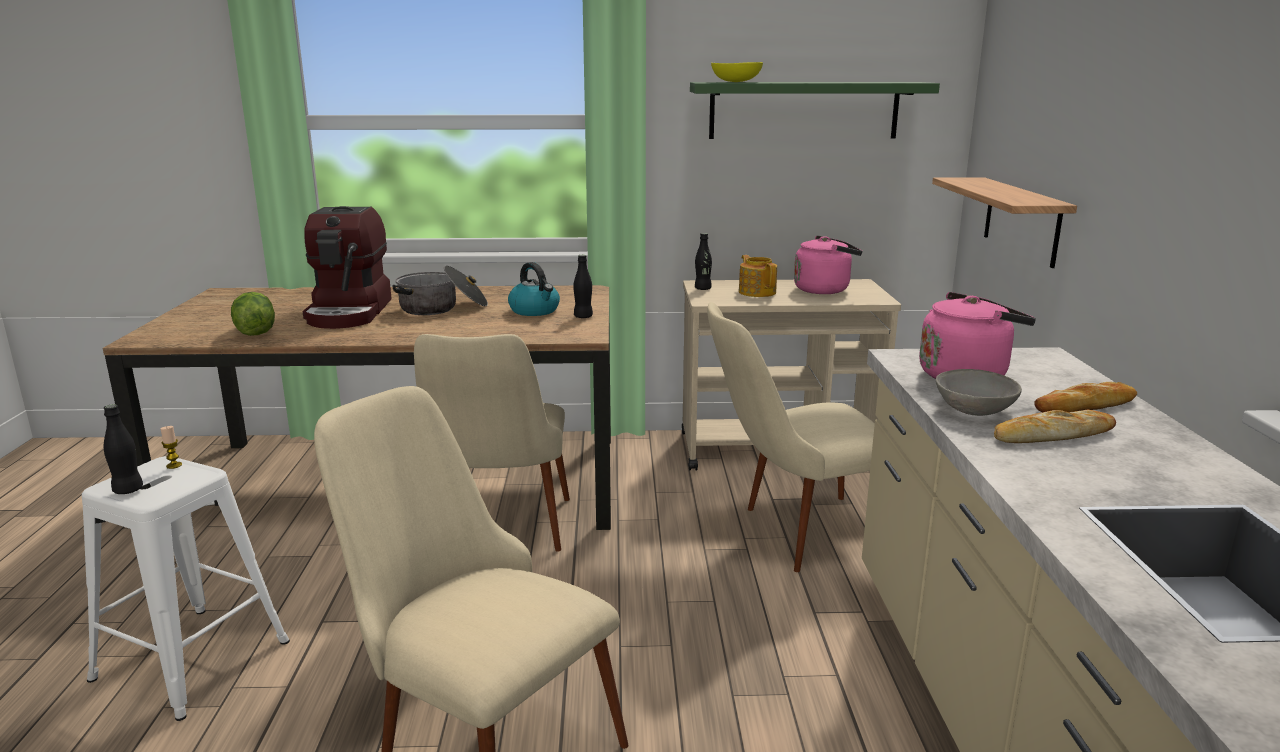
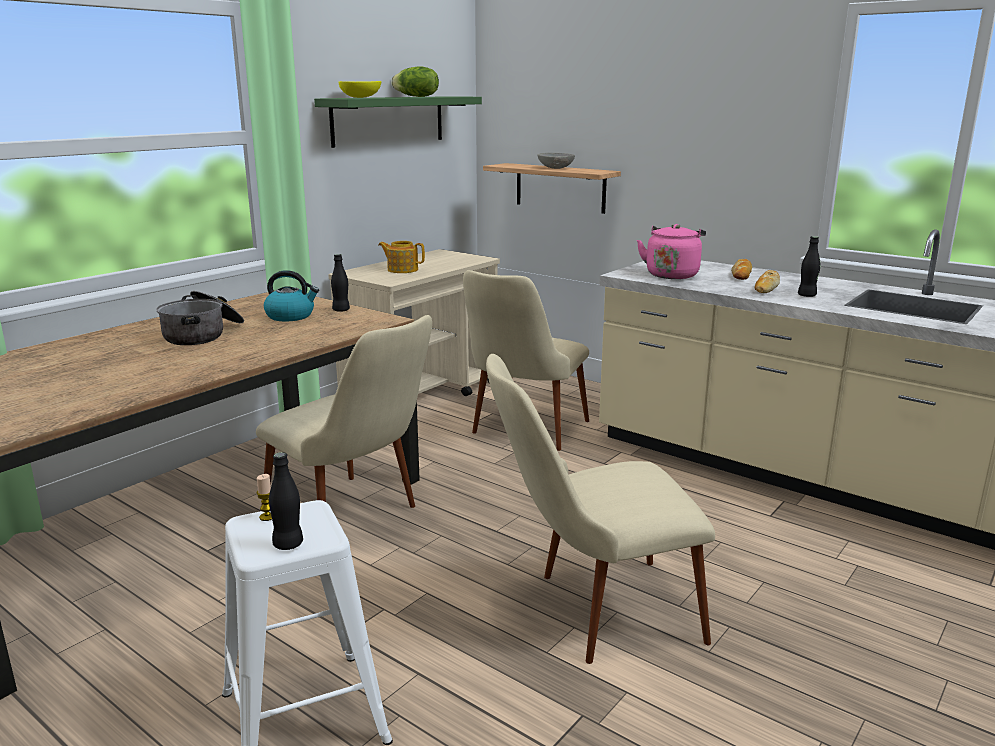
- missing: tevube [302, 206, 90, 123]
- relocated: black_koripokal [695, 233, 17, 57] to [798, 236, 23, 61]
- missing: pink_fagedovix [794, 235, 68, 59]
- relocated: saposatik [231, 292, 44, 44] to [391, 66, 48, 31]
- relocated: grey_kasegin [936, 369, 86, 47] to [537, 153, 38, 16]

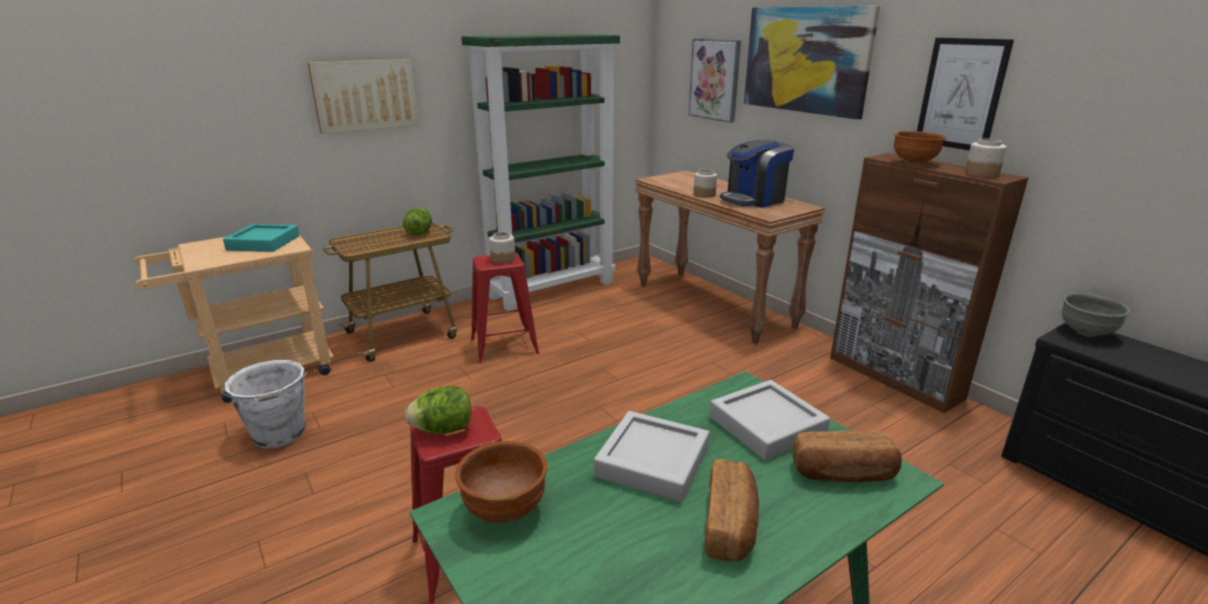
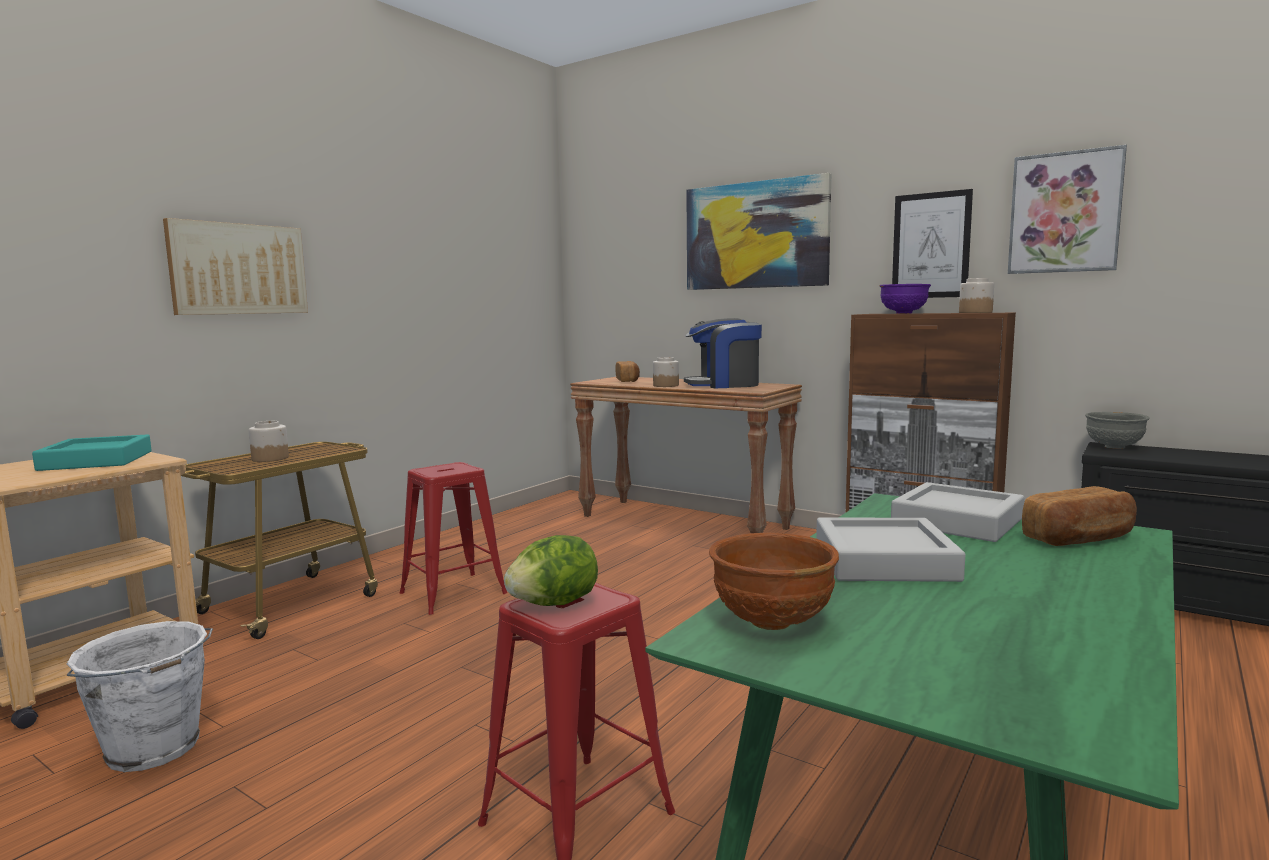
- missing: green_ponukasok [461, 34, 159, 277]
- relocated: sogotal [688, 39, 53, 84] to [1008, 145, 119, 129]
- colour: brown_kasegin [894, 131, 52, 34] to purple_kasegin [880, 284, 51, 30]
- spun: tevube [720, 139, 74, 69] = [684, 318, 78, 70] 45 degrees clockwise
- missing: saposatik [403, 207, 29, 28]
- relocated: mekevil [489, 232, 26, 32] to [249, 421, 40, 41]
- relocated: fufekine [705, 459, 54, 102] to [615, 361, 25, 21]

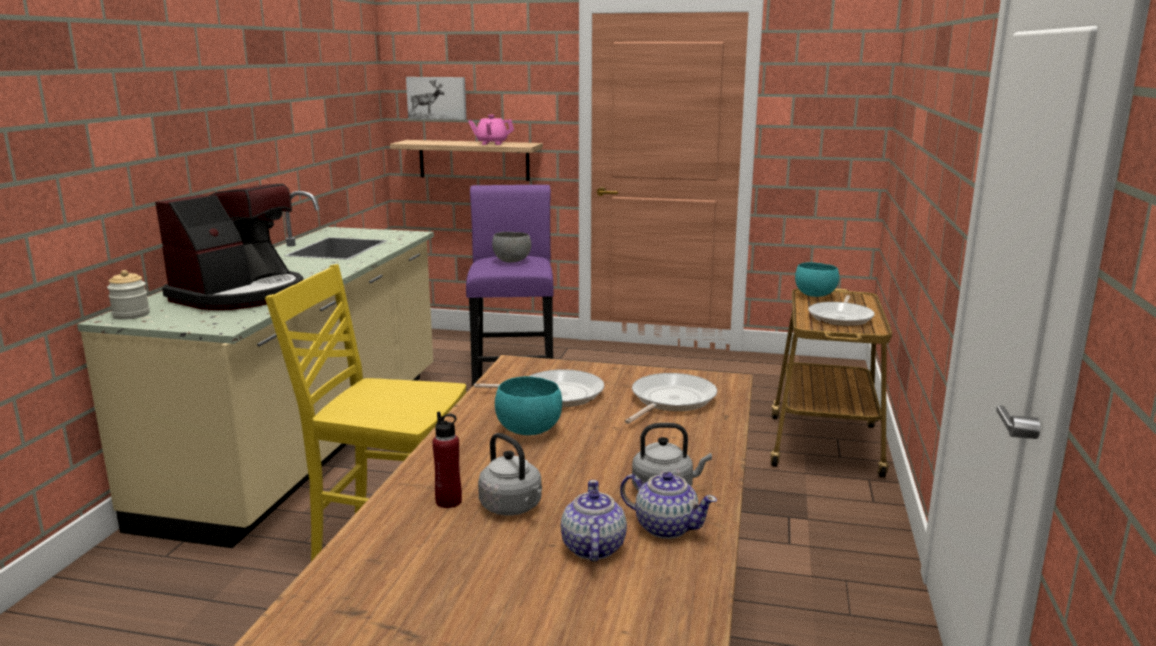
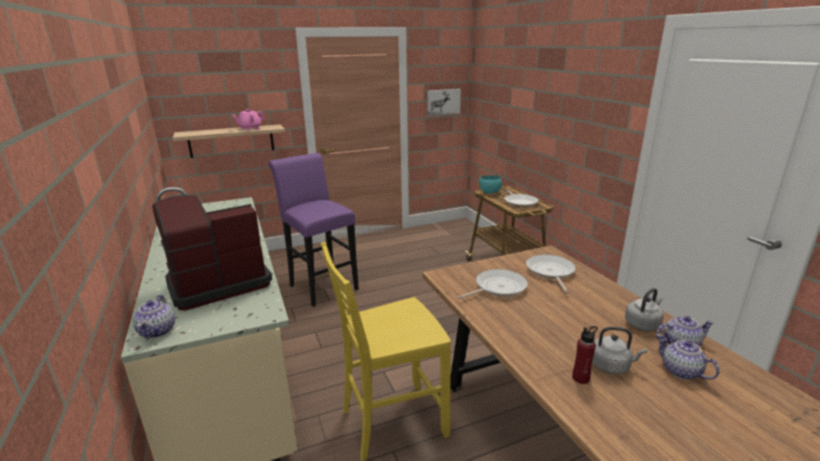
- relocated: sogotal [406, 77, 61, 43] to [427, 89, 34, 27]
- spun: tevube [155, 184, 149, 126] = [152, 195, 120, 116] 120 degrees counterclockwise
- missing: grey_kasegin [492, 232, 39, 31]
- exchanged: mekevil [107, 270, 43, 50] to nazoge [133, 295, 42, 44]
- missing: turquoise_kasegin [495, 376, 67, 59]

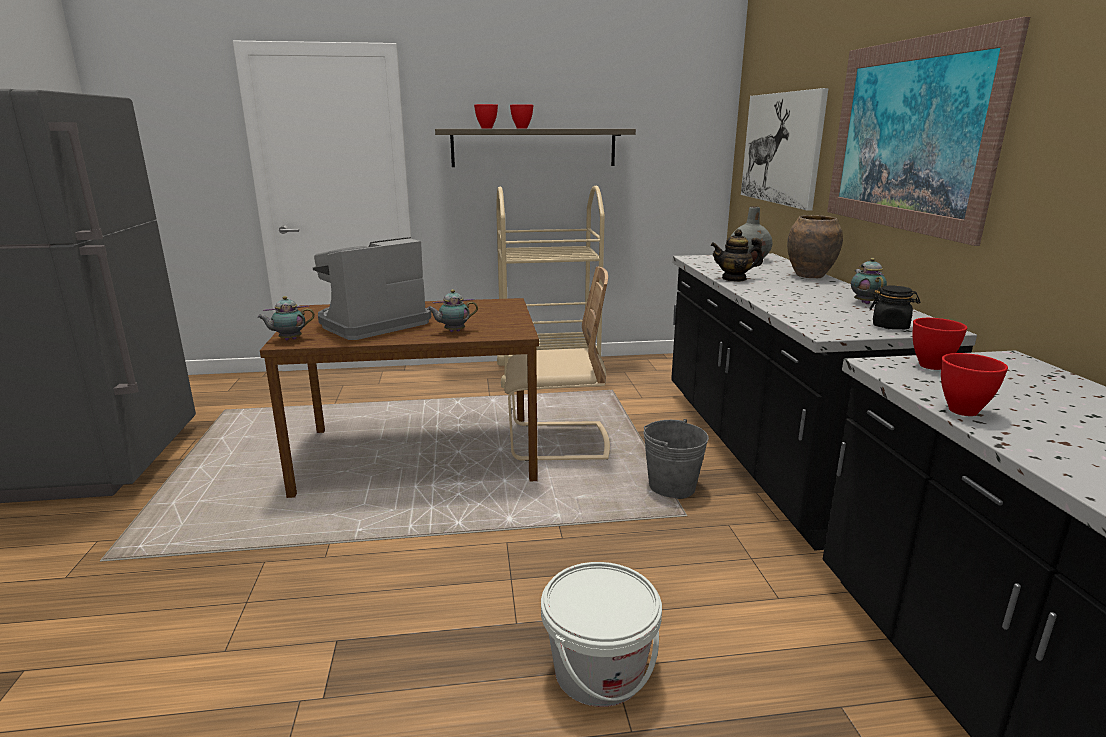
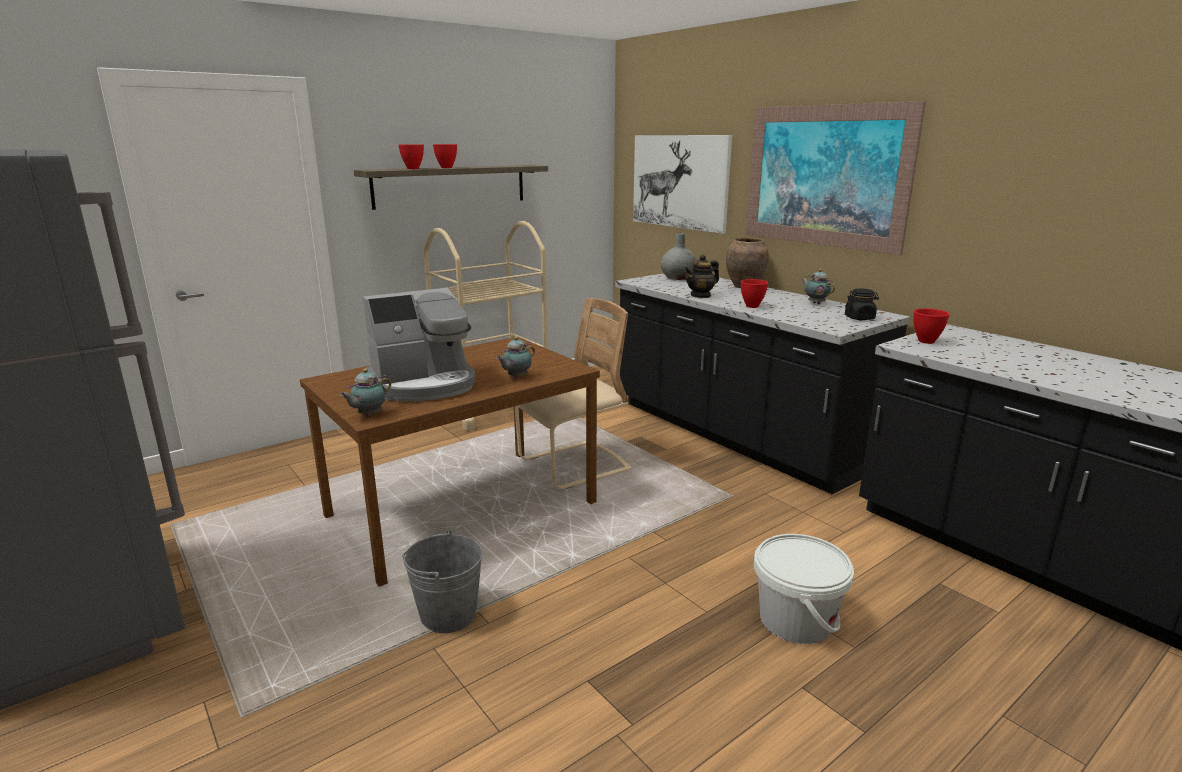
- spun: tevube [313, 237, 118, 103] = [363, 288, 113, 113] 135 degrees counterclockwise
- relocated: red_kasegin [941, 353, 67, 63] to [741, 279, 27, 29]
- relocated: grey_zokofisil [643, 419, 66, 80] to [402, 531, 81, 102]

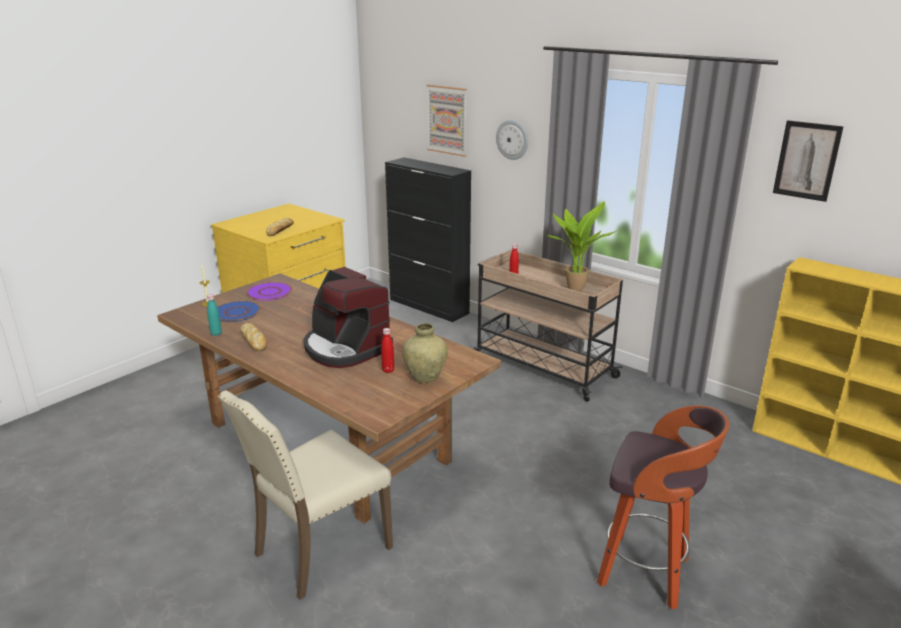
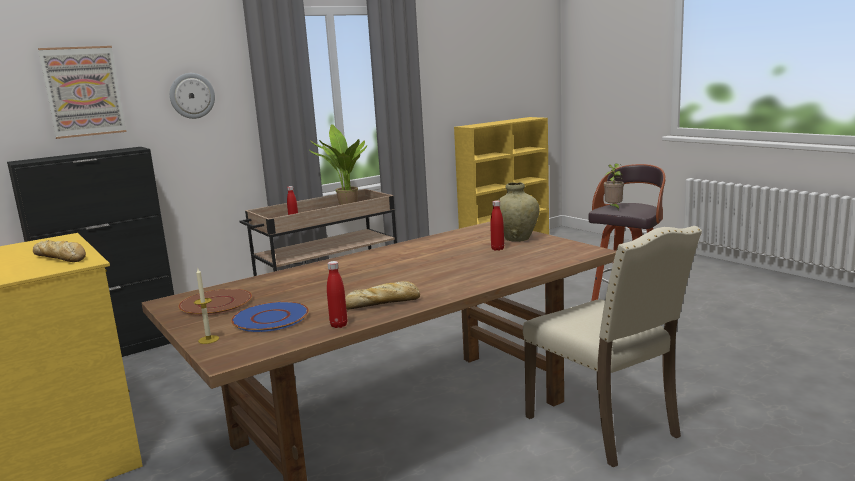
- missing: sogotal [773, 120, 71, 82]
- missing: tevube [303, 267, 90, 101]
- colour: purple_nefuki [247, 282, 45, 19] to brown_nefuki [179, 289, 73, 27]
- colour: turquoise_koripokal [207, 295, 15, 41] to red_koripokal [327, 261, 20, 67]
- appeared: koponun [604, 163, 20, 47]

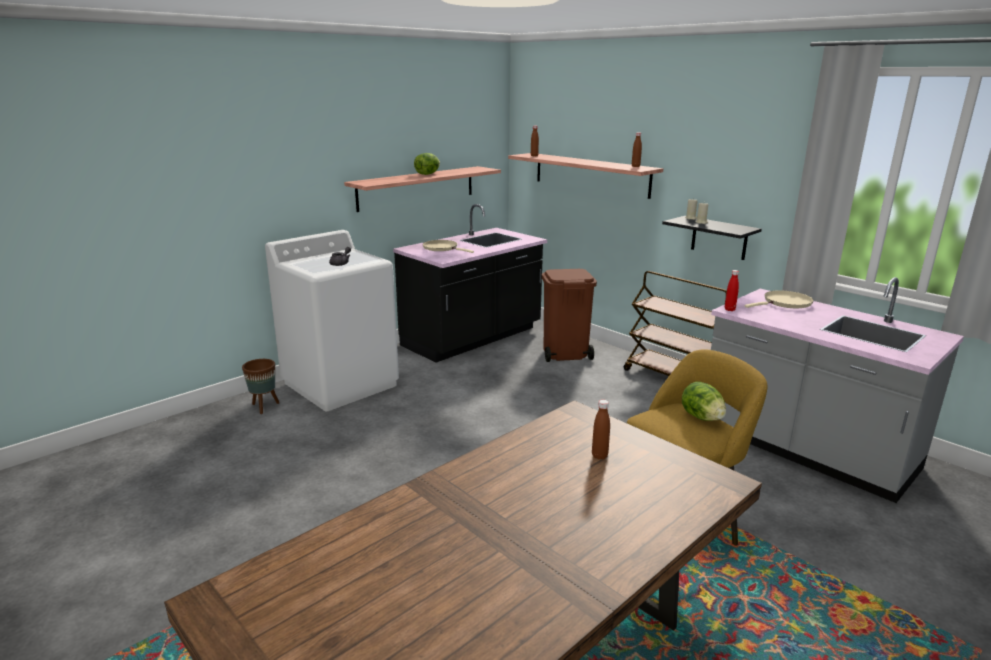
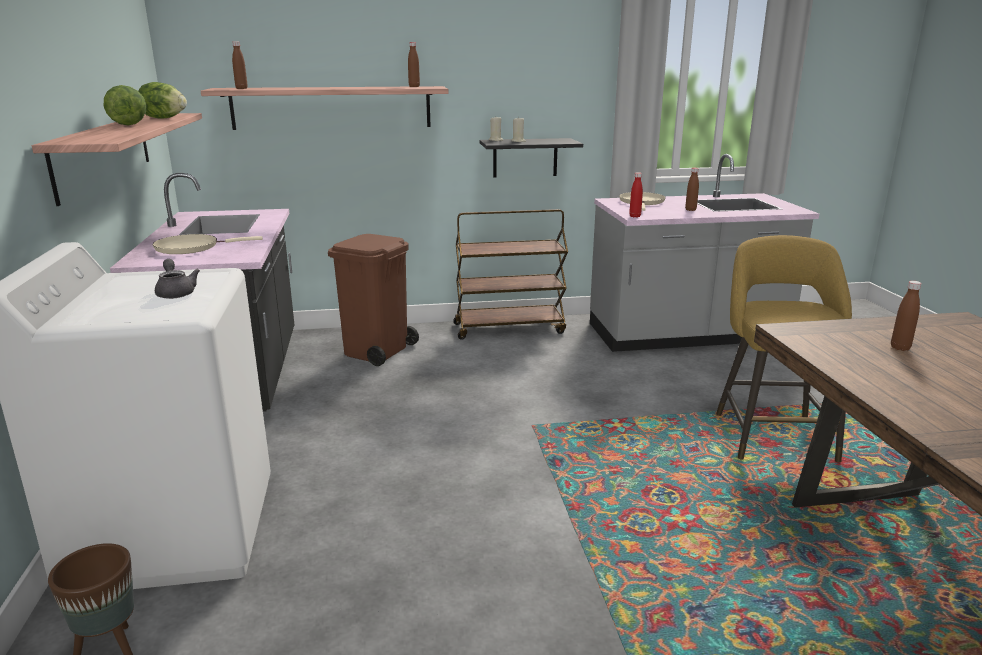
- relocated: saposatik [682, 382, 44, 39] to [138, 82, 49, 37]
- appeared: brown_koripokal [685, 168, 14, 43]

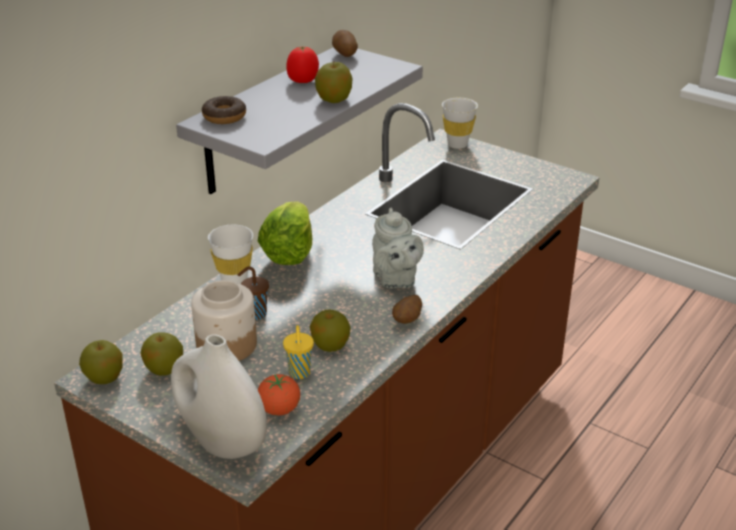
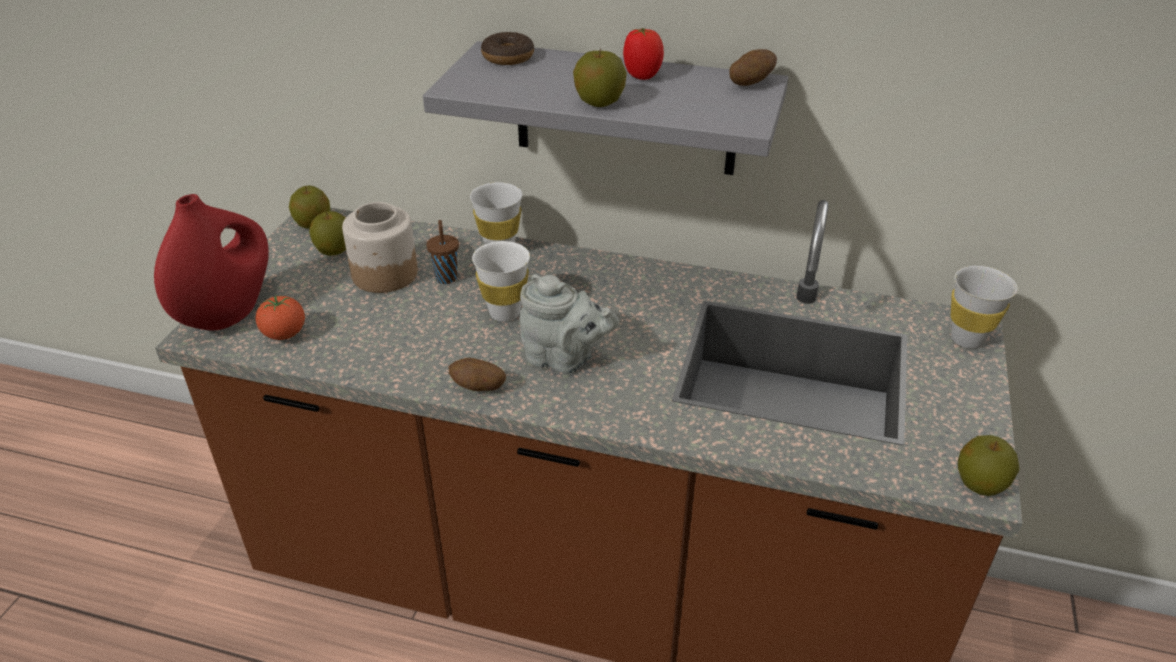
- missing: saposatik [258, 201, 54, 64]
- spun: grey_nazoge [372, 208, 52, 80] = [520, 274, 99, 99] 120 degrees counterclockwise
- relocated: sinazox [310, 310, 41, 42] to [958, 435, 62, 61]
- missing: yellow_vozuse [283, 325, 31, 54]
- colour: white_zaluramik [171, 334, 96, 125] to red_zaluramik [154, 194, 115, 137]
- appeared: white_vozuse [472, 241, 58, 81]

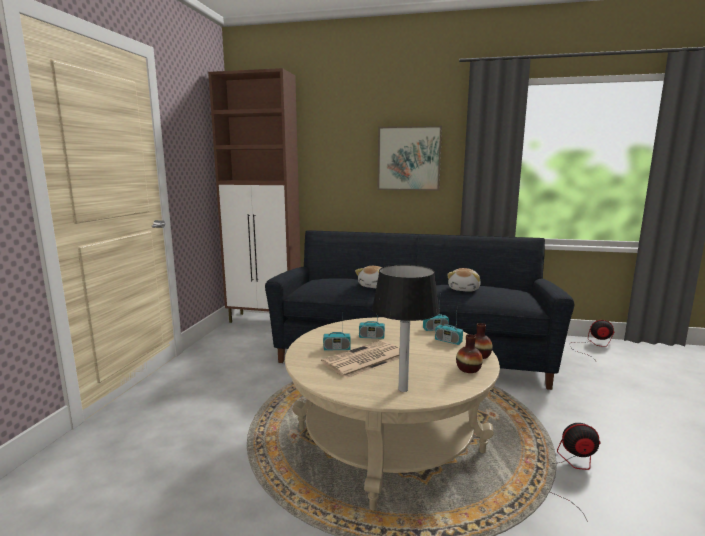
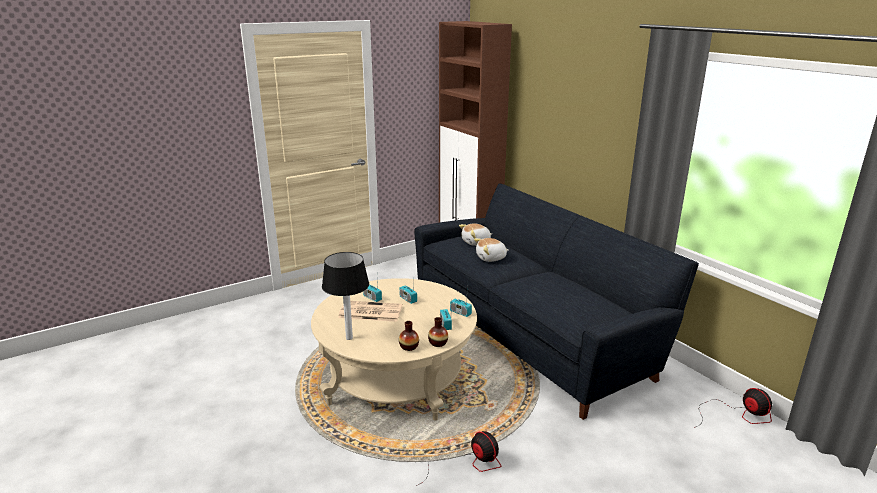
- missing: sogotal [377, 126, 65, 65]
- relocated: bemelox [447, 268, 34, 24] to [459, 224, 33, 22]

